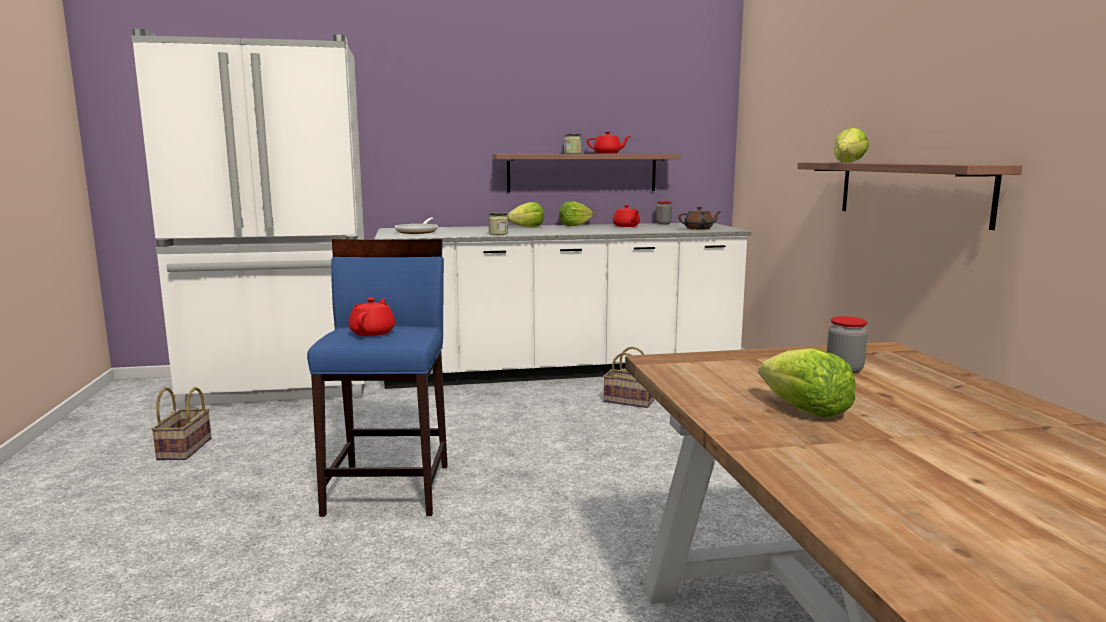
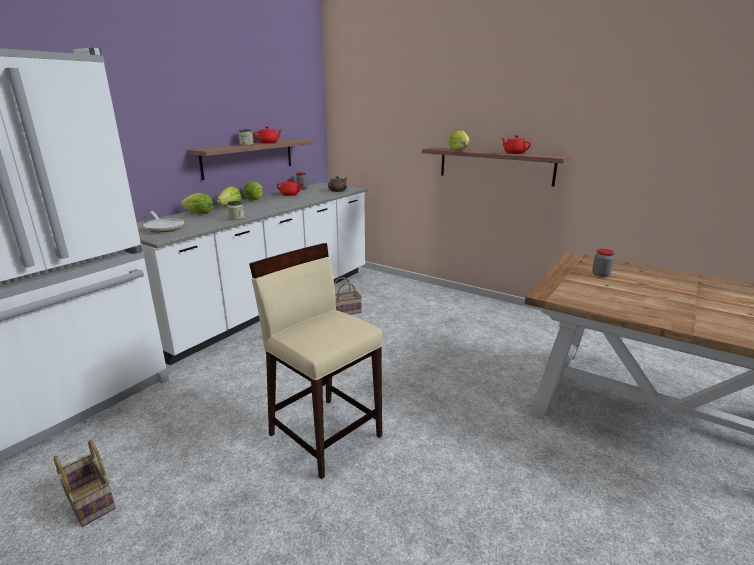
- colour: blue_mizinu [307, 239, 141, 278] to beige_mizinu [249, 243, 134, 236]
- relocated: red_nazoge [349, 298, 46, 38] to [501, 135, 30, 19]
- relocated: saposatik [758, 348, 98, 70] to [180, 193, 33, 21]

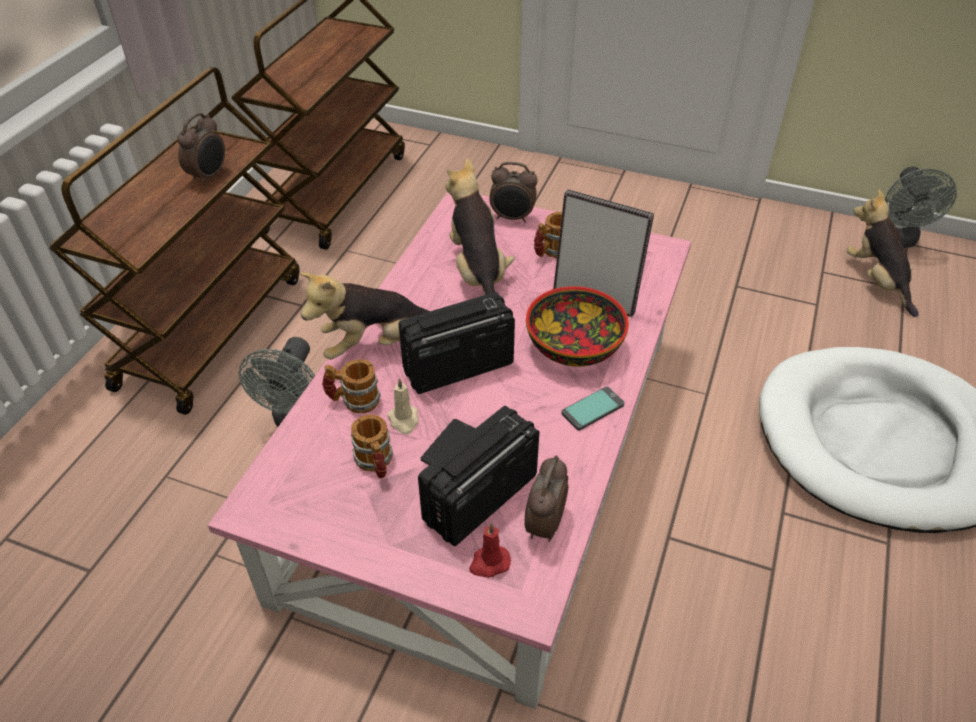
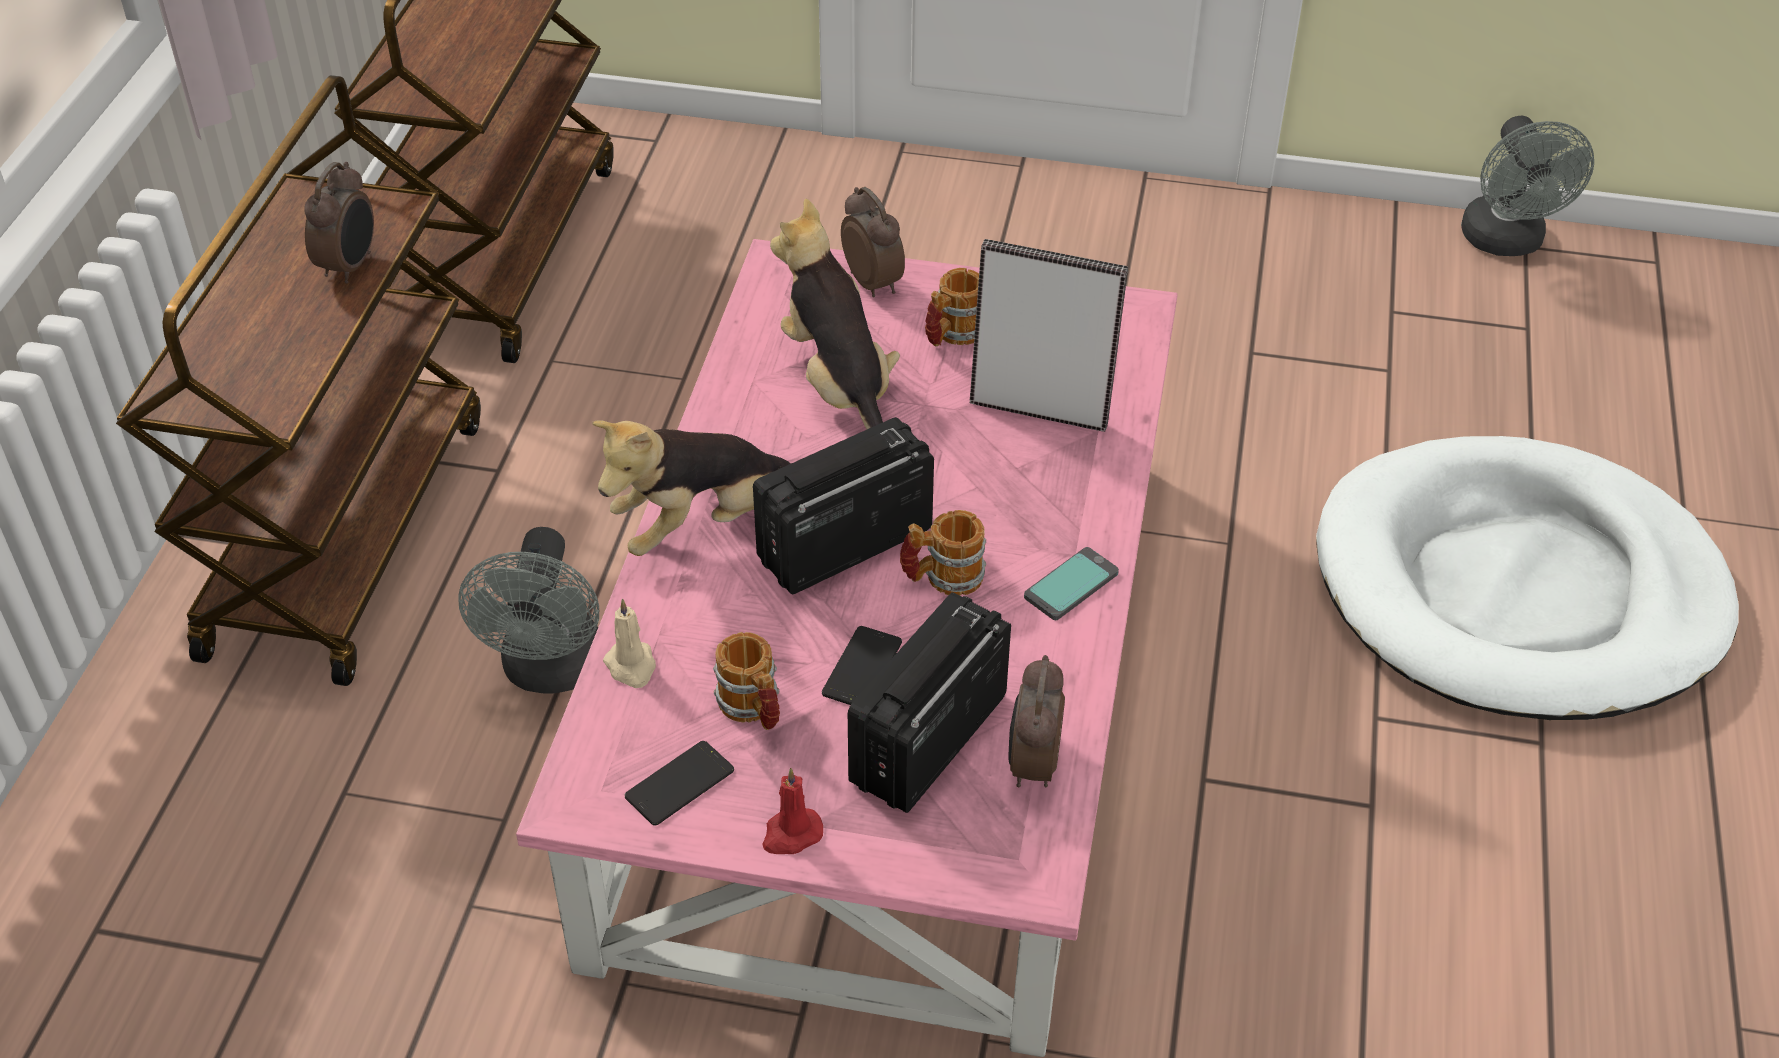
- spun: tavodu [489, 162, 49, 61] = [841, 187, 64, 111] 120 degrees counterclockwise
- missing: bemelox [847, 189, 71, 128]
- missing: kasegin [526, 286, 103, 81]
- relocated: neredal [322, 359, 59, 54] to [900, 510, 86, 86]
- relocated: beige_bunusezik [387, 378, 32, 56] to [603, 598, 53, 90]
- relocated: red_bunusezik [469, 523, 42, 55] to [762, 768, 61, 86]
- appeared: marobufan [625, 741, 109, 85]

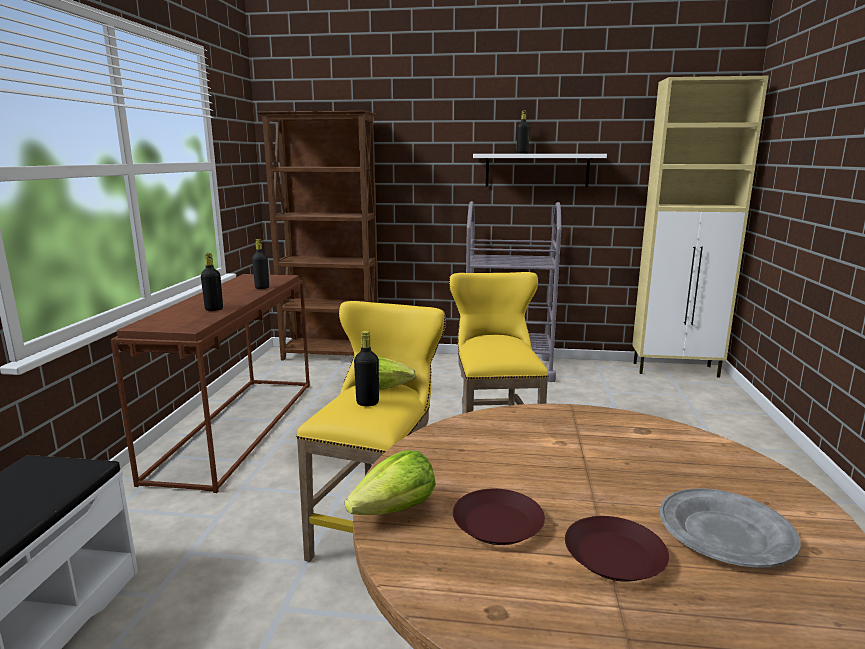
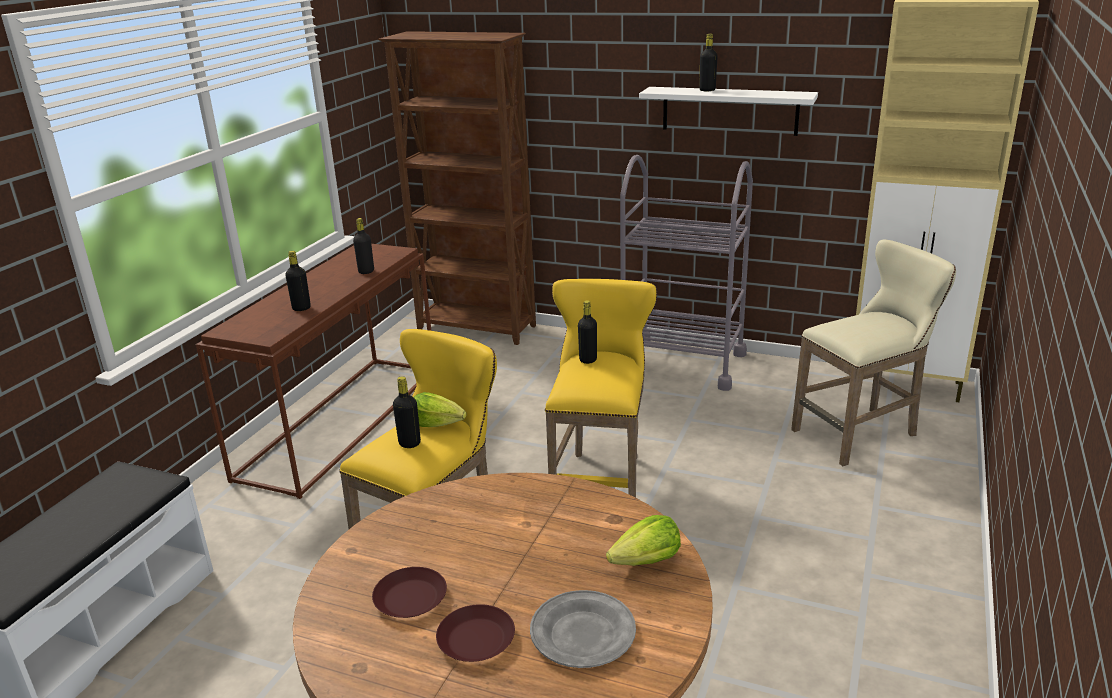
- relocated: saposatik [345, 450, 91, 65] to [606, 515, 75, 51]
- appeared: beige_mizinu [791, 239, 165, 227]
- appeared: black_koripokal [578, 301, 19, 63]

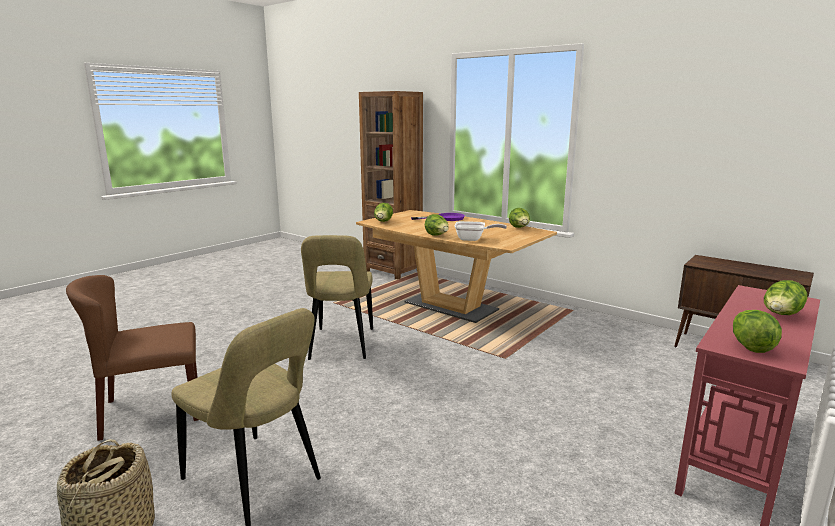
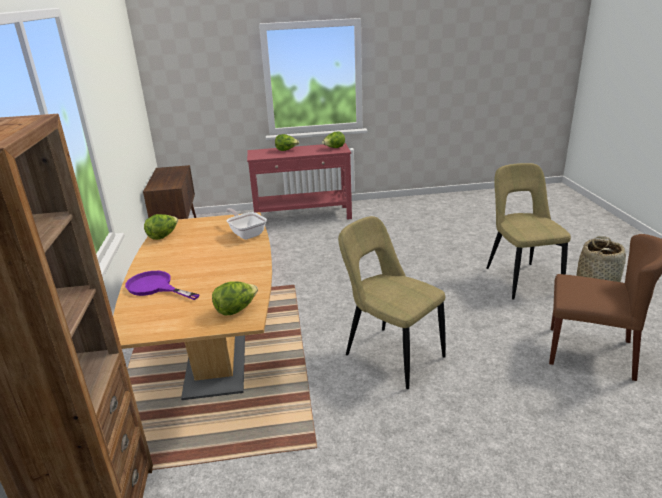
- missing: saposatik [425, 214, 24, 22]
- spun: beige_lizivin [301, 235, 72, 125] = [338, 216, 108, 173] 90 degrees counterclockwise

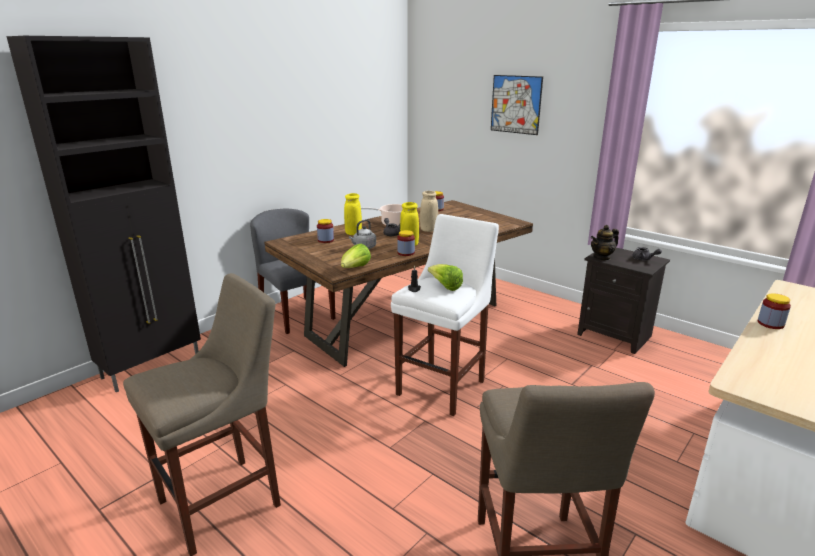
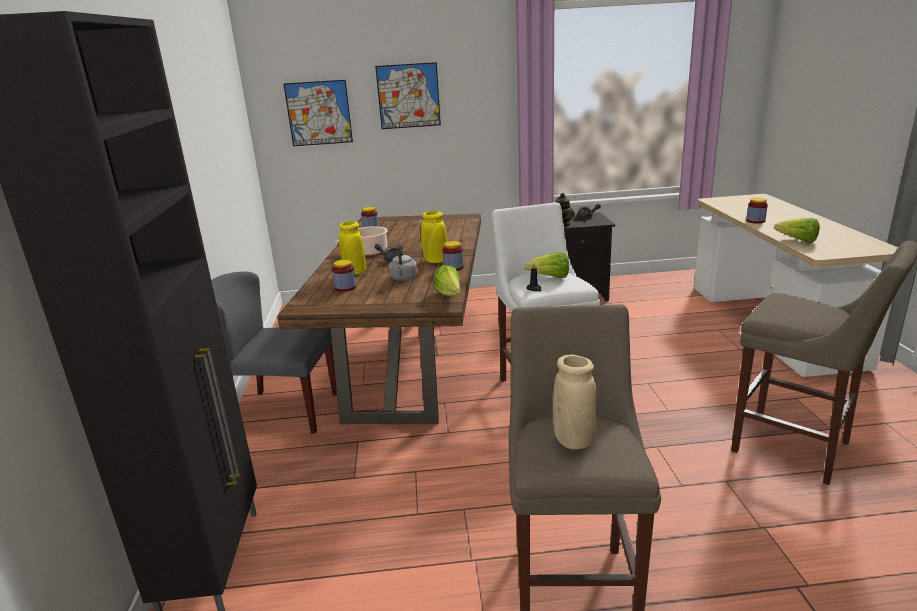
- relocated: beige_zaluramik [420, 191, 18, 41] to [553, 355, 44, 95]
- appeared: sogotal [284, 80, 69, 66]
- appeared: saposatik [774, 218, 46, 25]

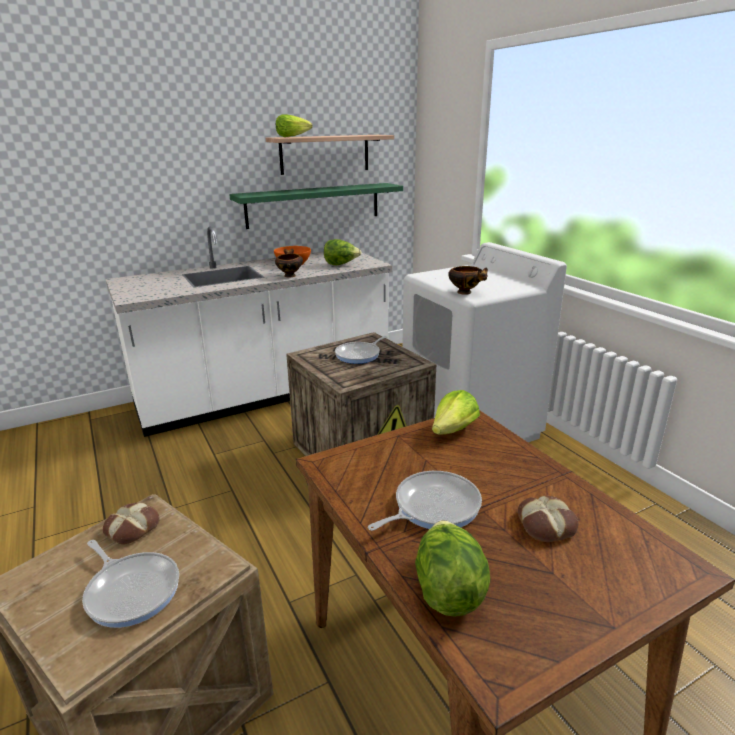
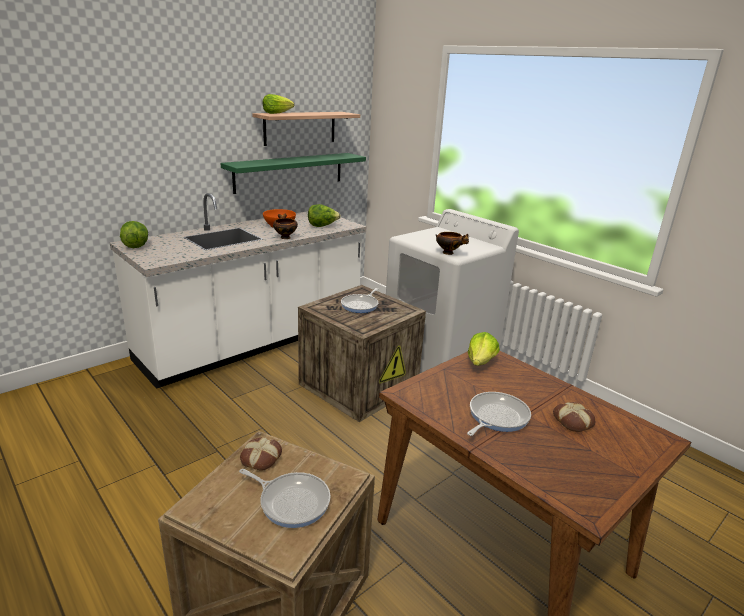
- relocated: saposatik [415, 520, 75, 97] to [120, 221, 28, 27]

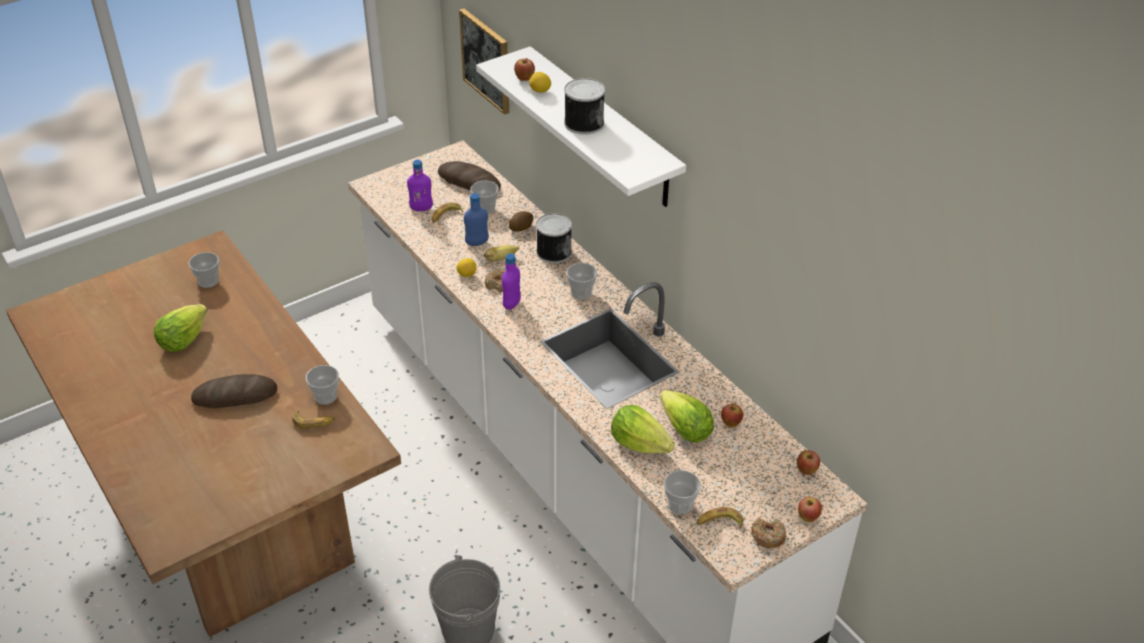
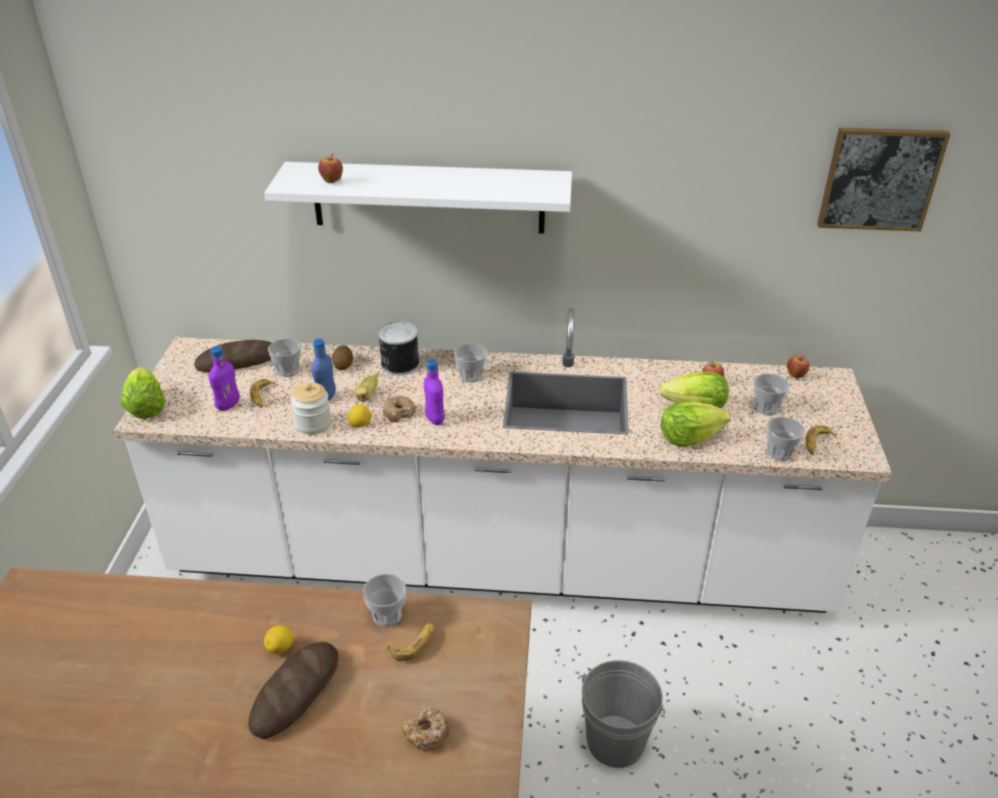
- relocated: sogotal [459, 9, 50, 106] to [817, 128, 133, 103]
- relocated: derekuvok [529, 72, 22, 21] to [264, 626, 30, 28]
- missing: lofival [564, 78, 41, 57]
- relocated: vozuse [188, 252, 32, 36] to [753, 374, 36, 41]
- relocated: saposatik [154, 304, 53, 48] to [121, 367, 44, 52]
- missing: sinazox [798, 497, 24, 25]
- relocated: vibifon [751, 517, 35, 31] to [403, 706, 46, 45]
- appeared: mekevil [291, 382, 40, 52]

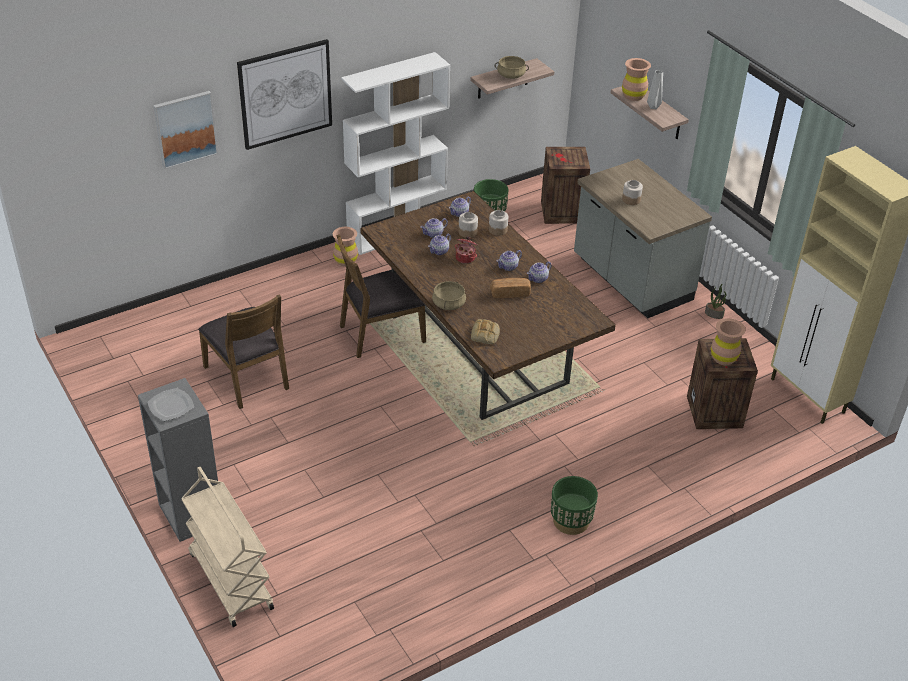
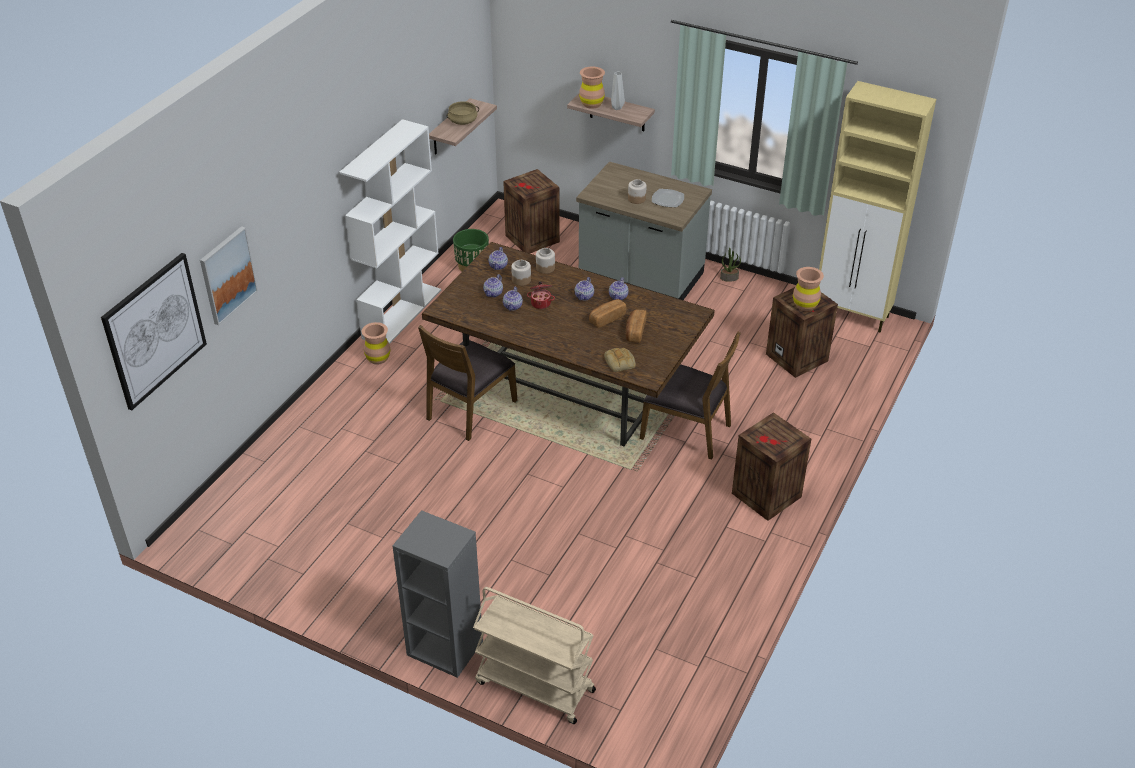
- relocated: sogotal [237, 39, 95, 111] to [101, 253, 106, 157]
- missing: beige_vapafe [432, 281, 34, 29]
- relocated: brown_lizivin [198, 294, 91, 115] to [640, 332, 101, 128]
- relocated: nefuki [148, 388, 46, 33] to [652, 189, 32, 18]
- exchanged: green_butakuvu [551, 476, 47, 59] to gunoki [732, 412, 79, 109]
- appeared: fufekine [626, 309, 20, 34]

